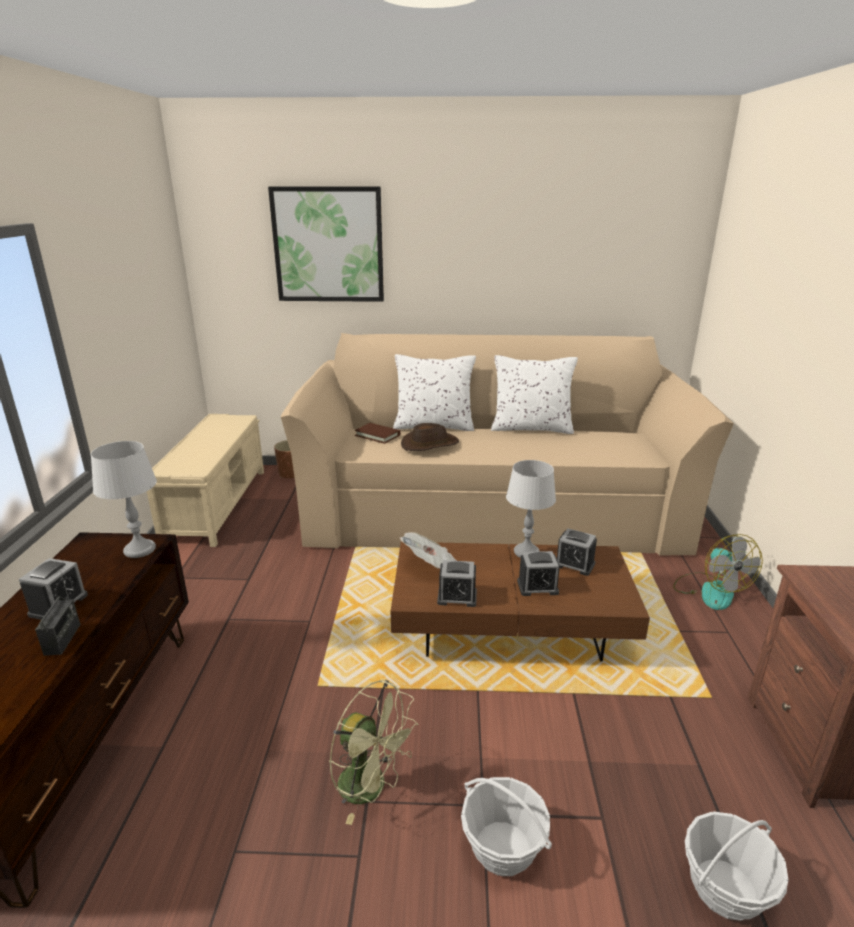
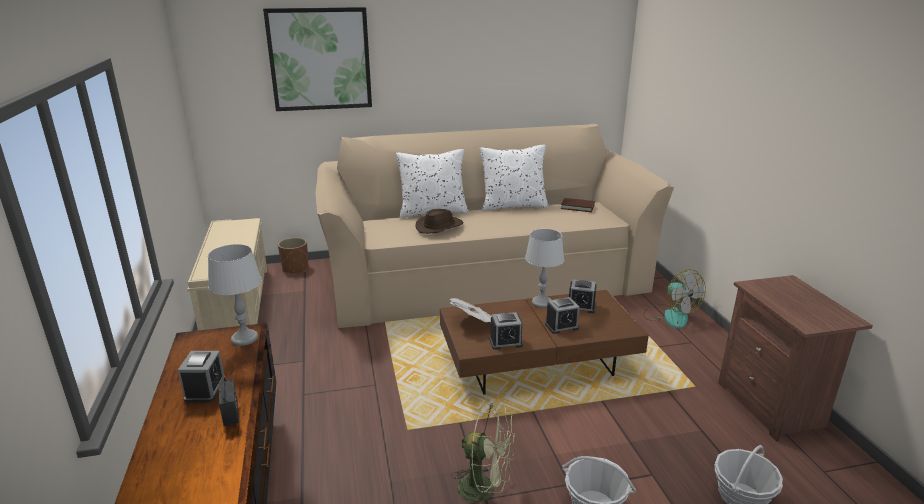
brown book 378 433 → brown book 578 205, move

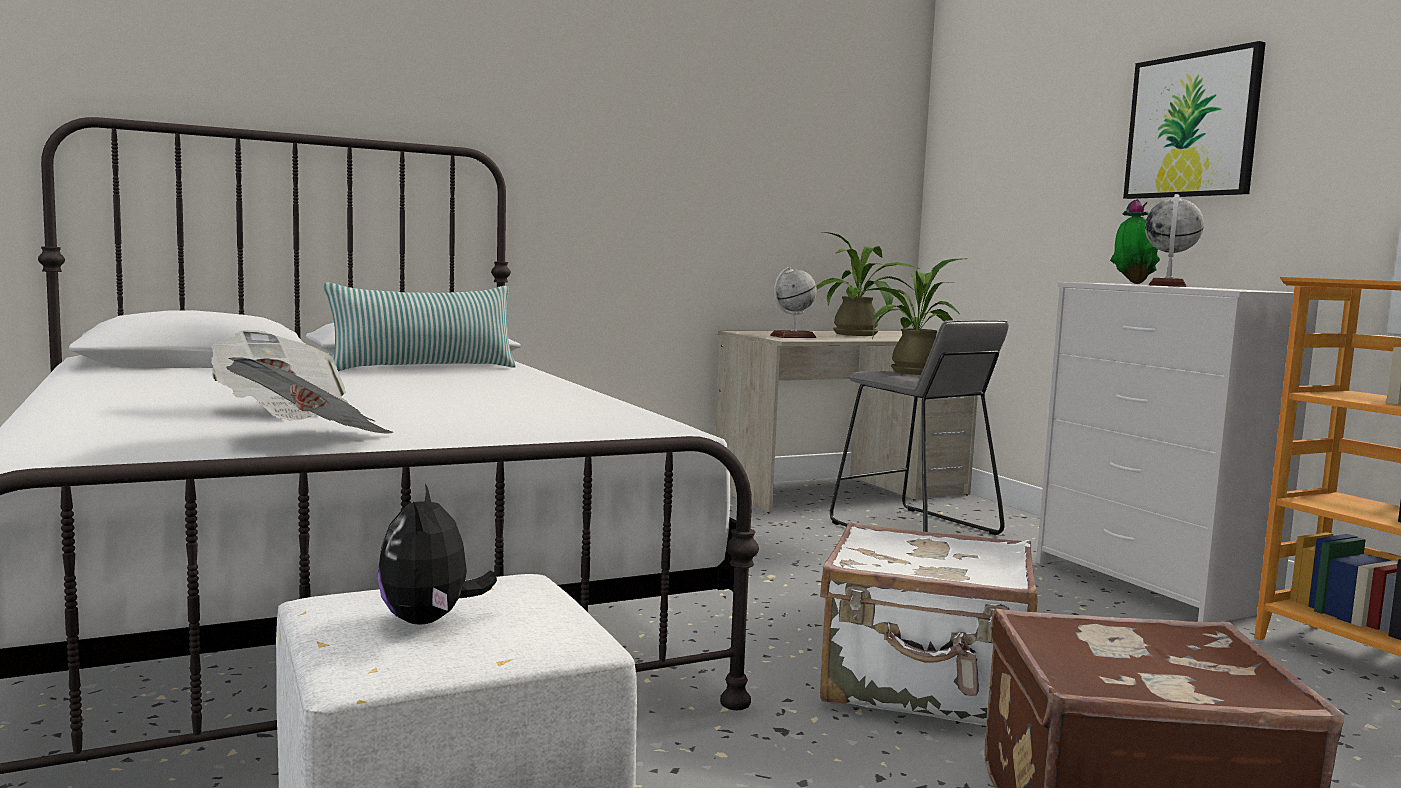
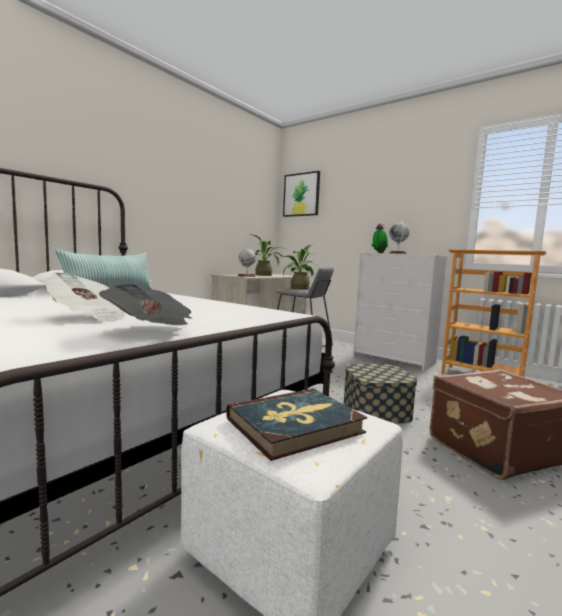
picture 1194 120 → picture 301 194, move
plush toy 437 554 → book 296 425
white suitcase 928 624 → storage box 380 394

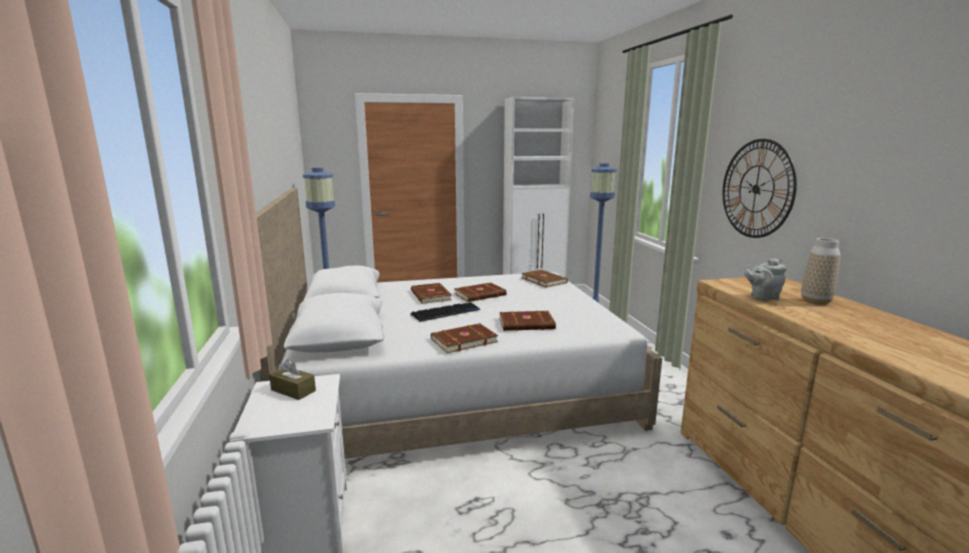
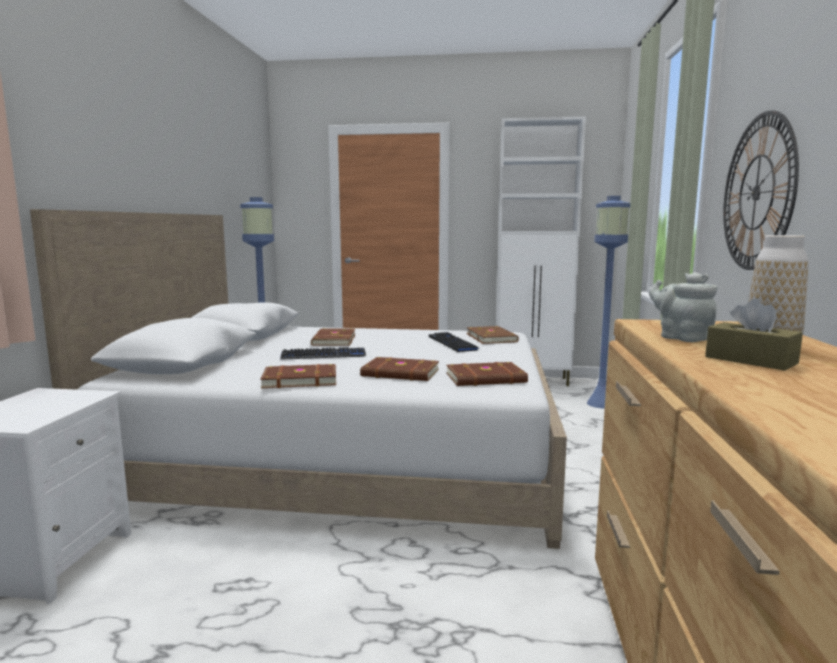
grey teapot 765 279 → grey teapot 683 307, 45 degrees clockwise
brown book 480 292 → brown book 487 374, move
brown tissue box 292 379 → brown tissue box 754 334, move
- → keyboard 455 342

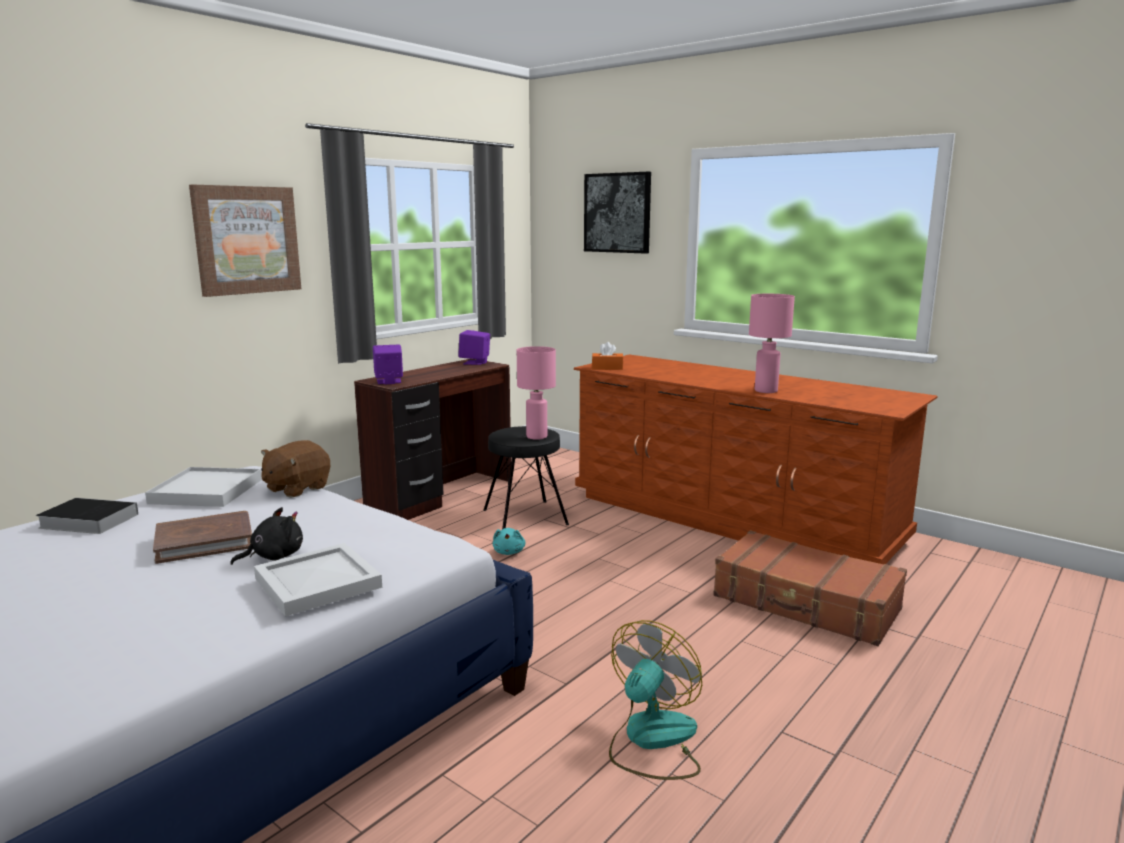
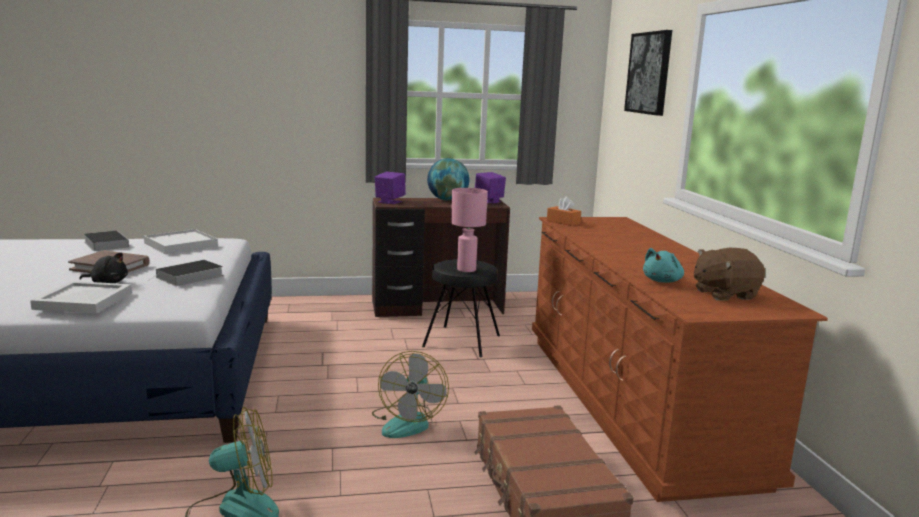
picture 245 241 → -
pink table lamp 772 343 → -
brown plush toy 295 469 → brown plush toy 729 274, move
turquoise plush toy 509 541 → turquoise plush toy 663 265, move
- → globe 448 179
- → book 185 273
- → fan 410 394

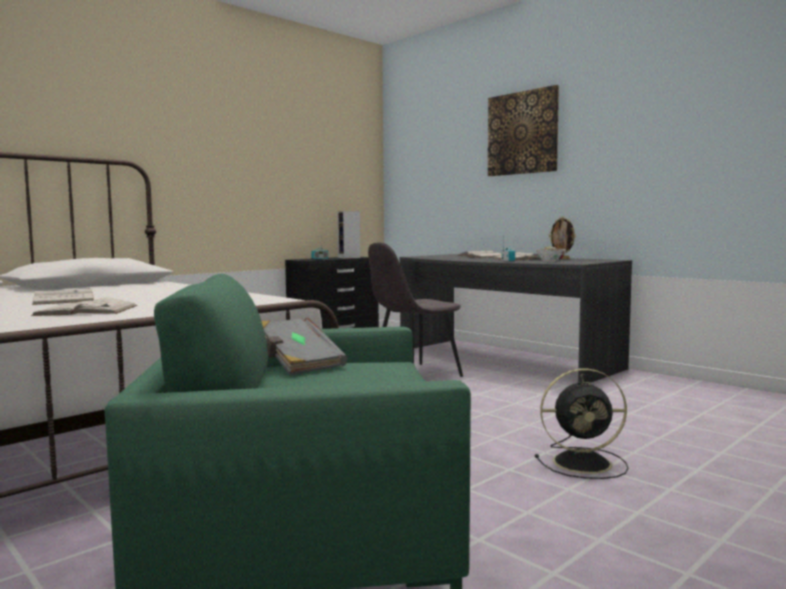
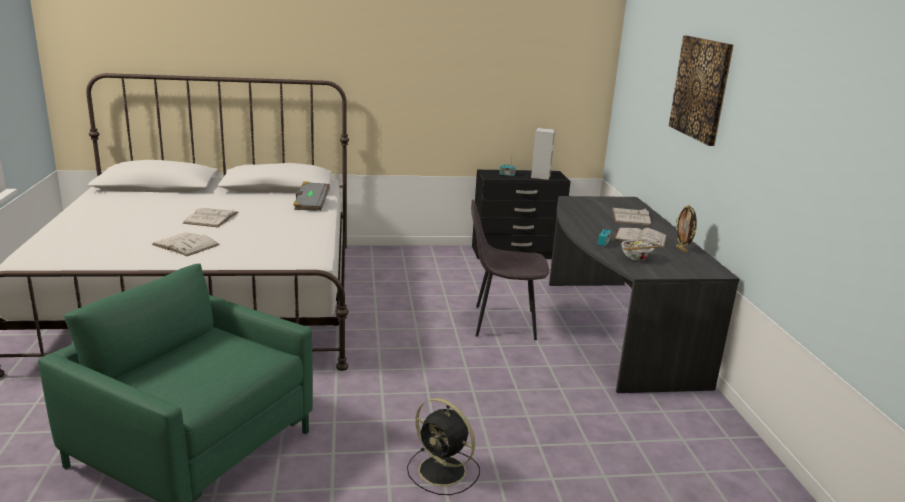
grey book 304 346 → grey book 311 196, move

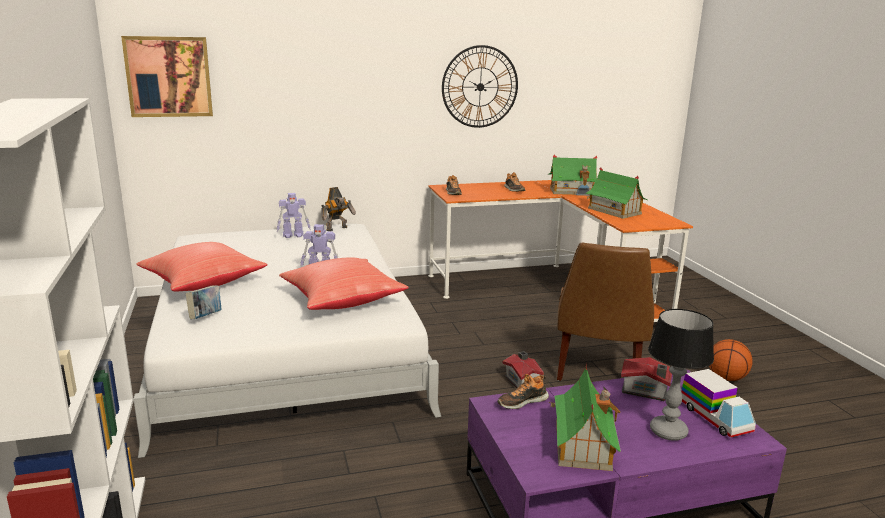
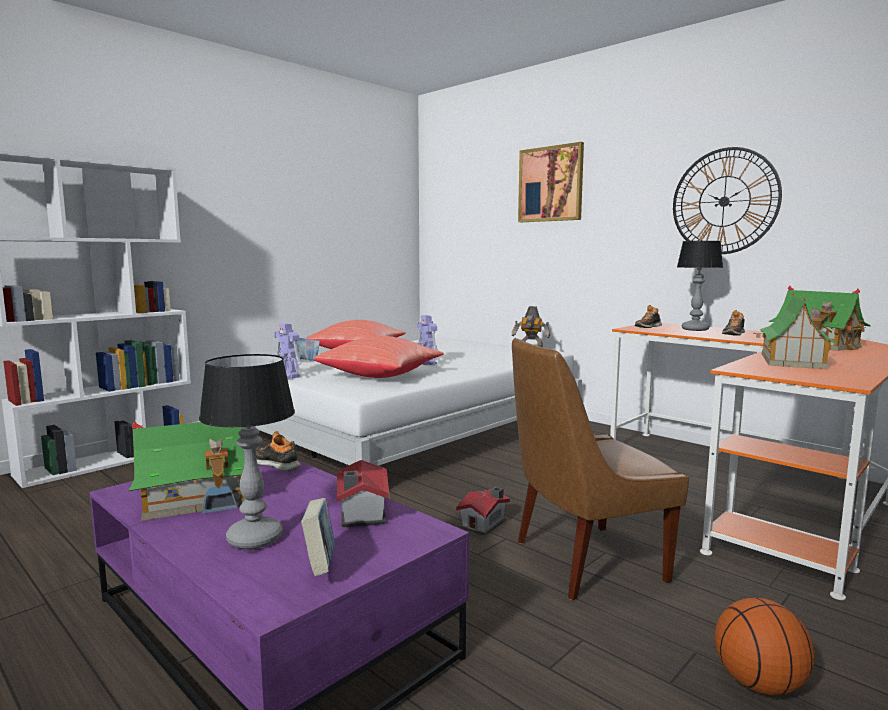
picture 167 76 → picture 551 182, move
toy robot 294 215 → toy robot 287 351, move
toy truck 718 403 → book 318 537
- → table lamp 700 286

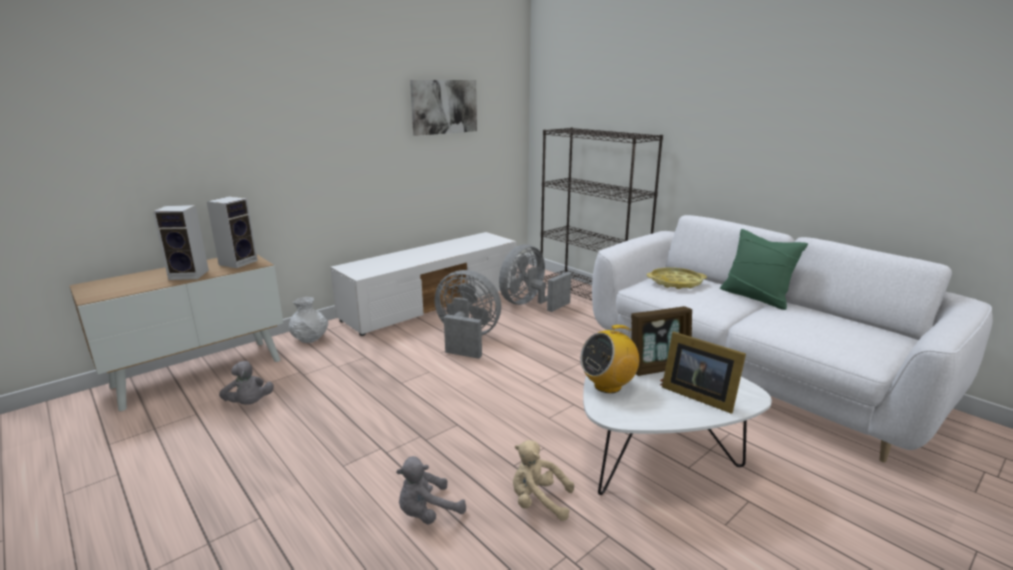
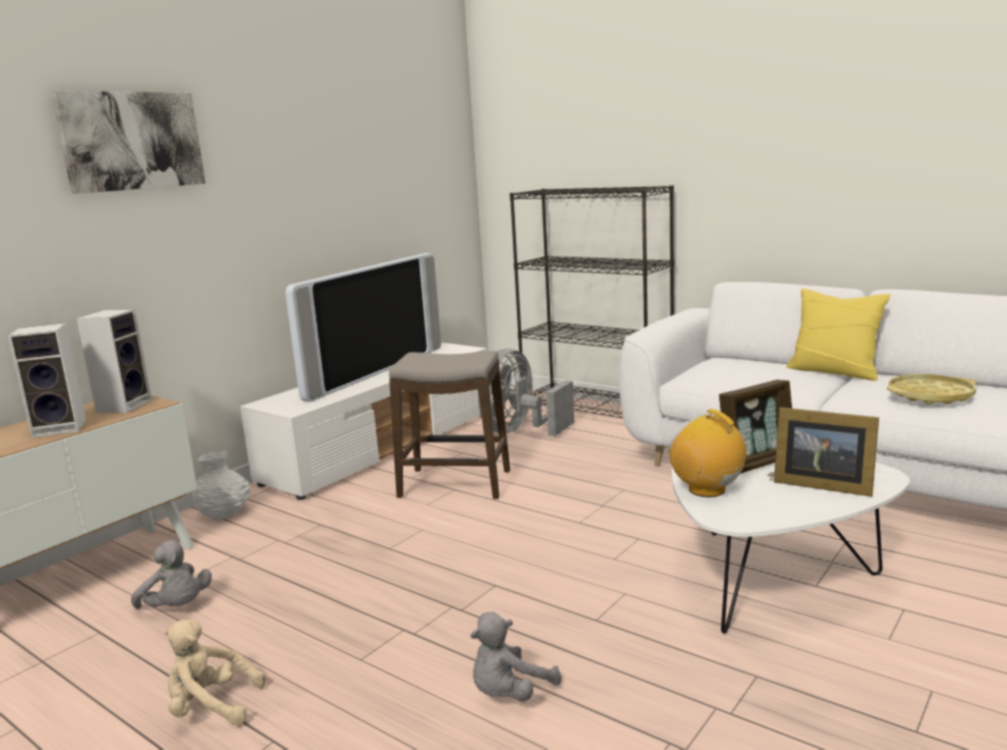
picture 443 108 → picture 128 142, move
green pillow 764 269 → yellow pillow 838 334
yellow tray 676 278 → yellow tray 932 389, move
grey fan 468 314 → stool 449 425
radio 609 359 → radio 711 453, 90 degrees clockwise
beige plush toy 543 480 → beige plush toy 215 672, move
- → television 363 327

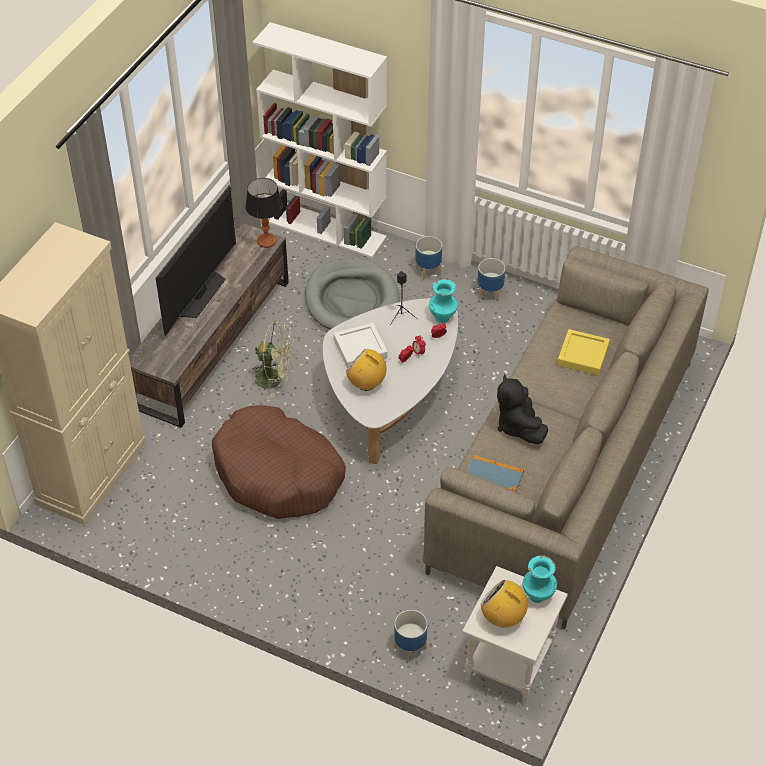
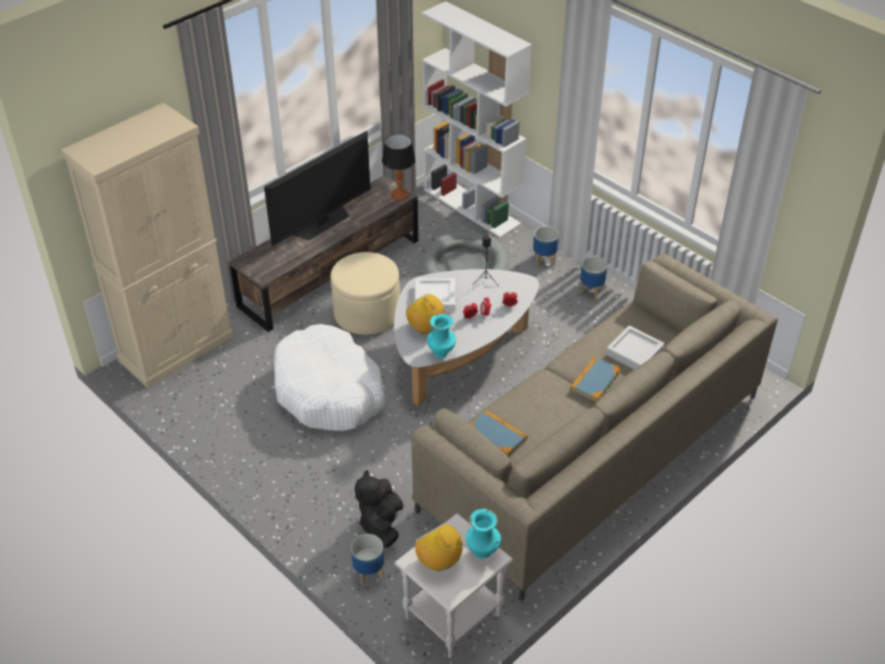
turquoise vase 443 301 → turquoise vase 441 335, move
green fan 272 359 → beige ottoman 365 293
yellow tray 583 352 → grey tray 635 347
black plush toy 522 409 → black plush toy 379 509, move
brown dog bed 279 462 → white dog bed 329 377
- → book 595 379

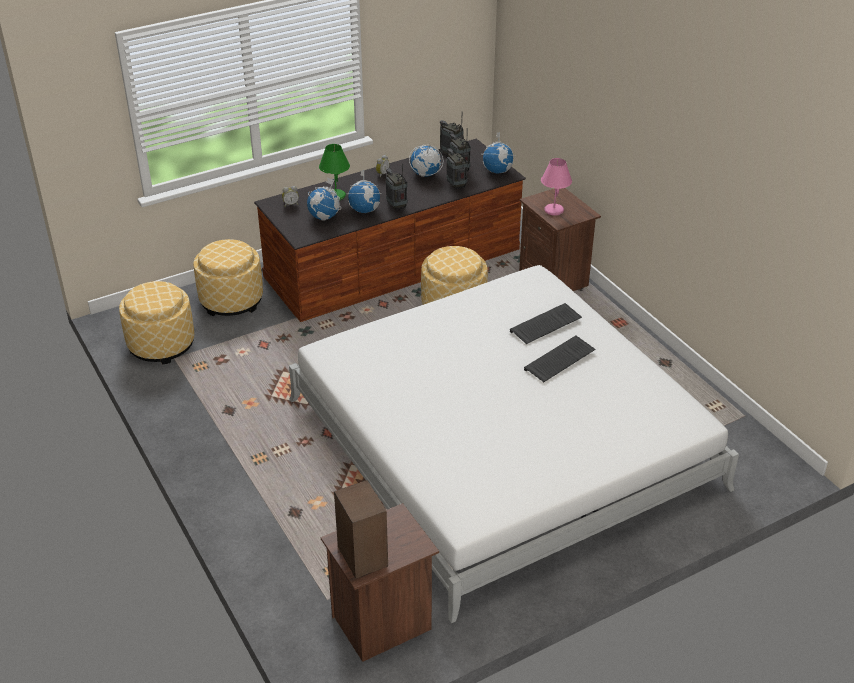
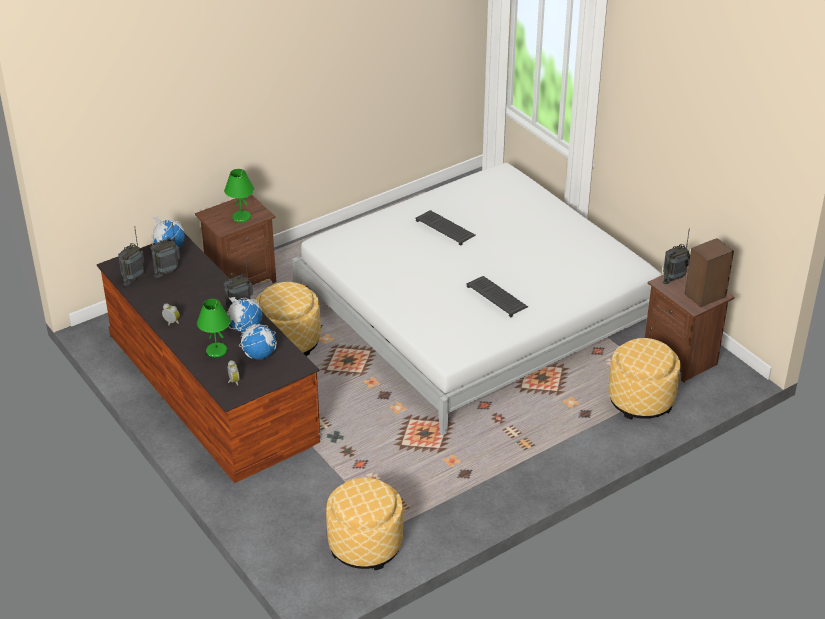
radio 457 166 → radio 676 256, move
globe 426 160 → -
pink table lamp 556 187 → green table lamp 239 196
ottoman 228 277 → ottoman 644 379, move
keyboard 546 323 → keyboard 497 296, move

